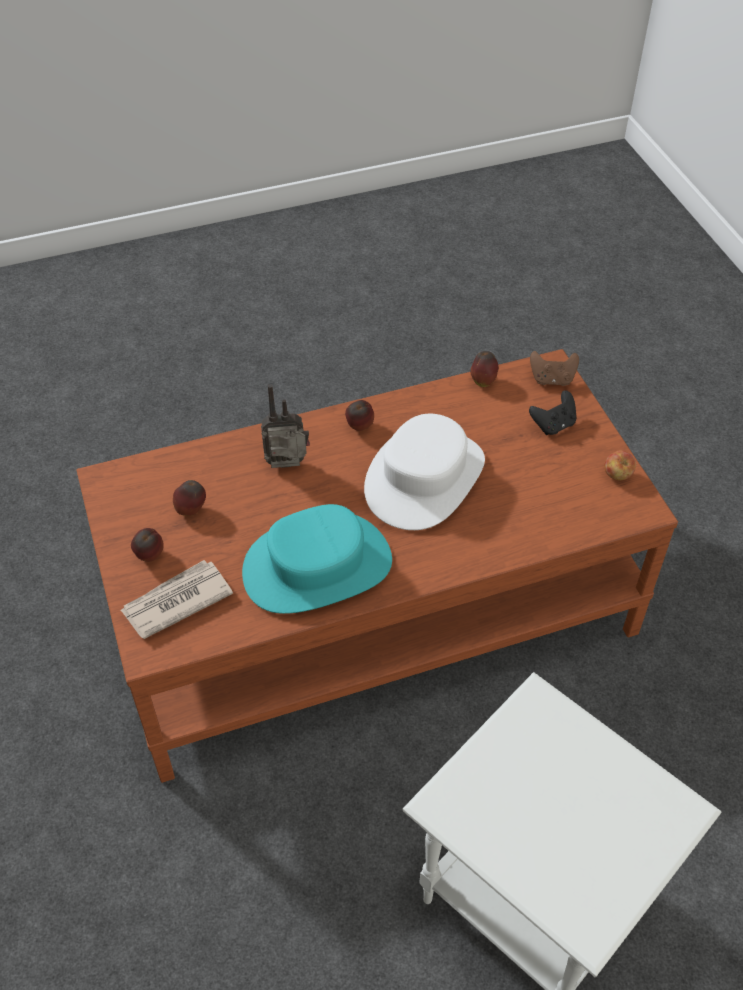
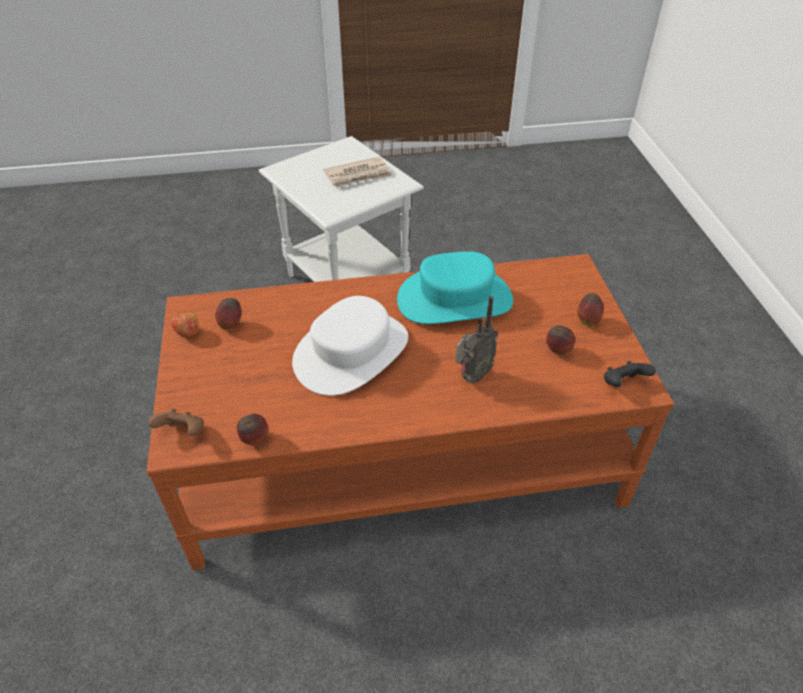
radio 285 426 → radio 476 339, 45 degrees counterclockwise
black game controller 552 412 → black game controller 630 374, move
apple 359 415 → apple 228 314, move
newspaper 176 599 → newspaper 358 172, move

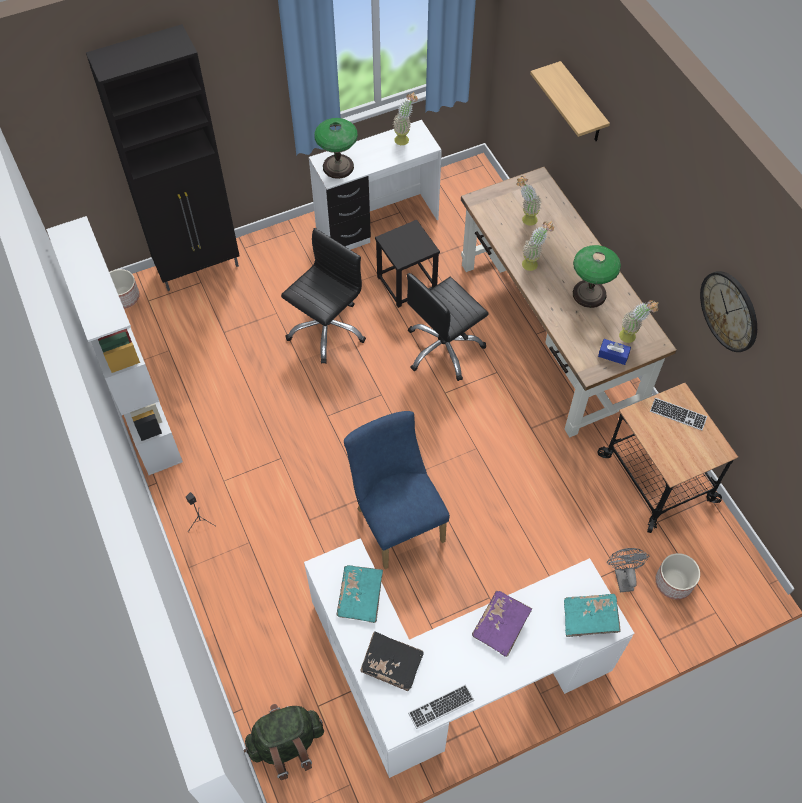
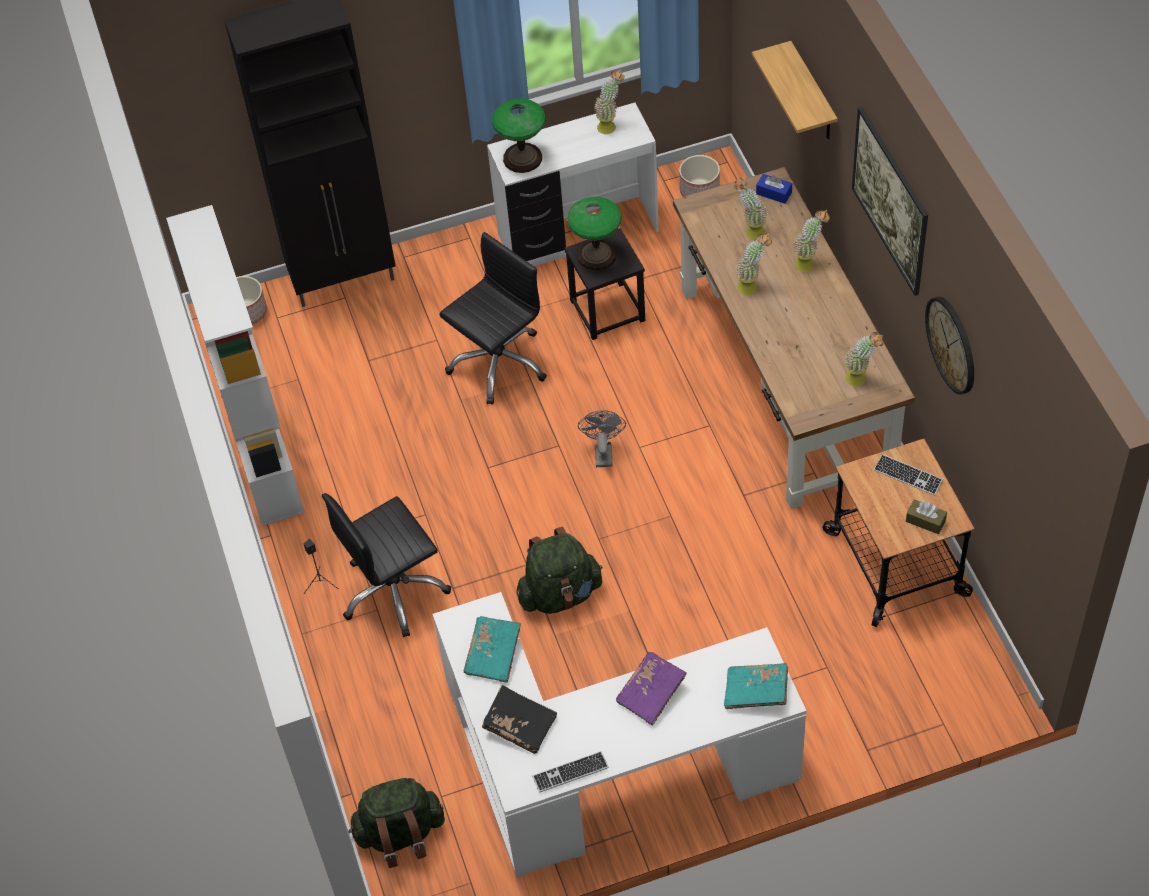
table lamp 597 276 → table lamp 594 234, move
black office chair 448 327 → black office chair 386 565, move
blue tissue box 614 352 → blue tissue box 774 189, move
blue chair 397 490 → green backpack 560 570
grey fan 628 570 → grey fan 602 438, move
planter 677 576 → planter 699 176, move
- → picture 890 201
- → potted plant 812 241
- → brown tissue box 926 516

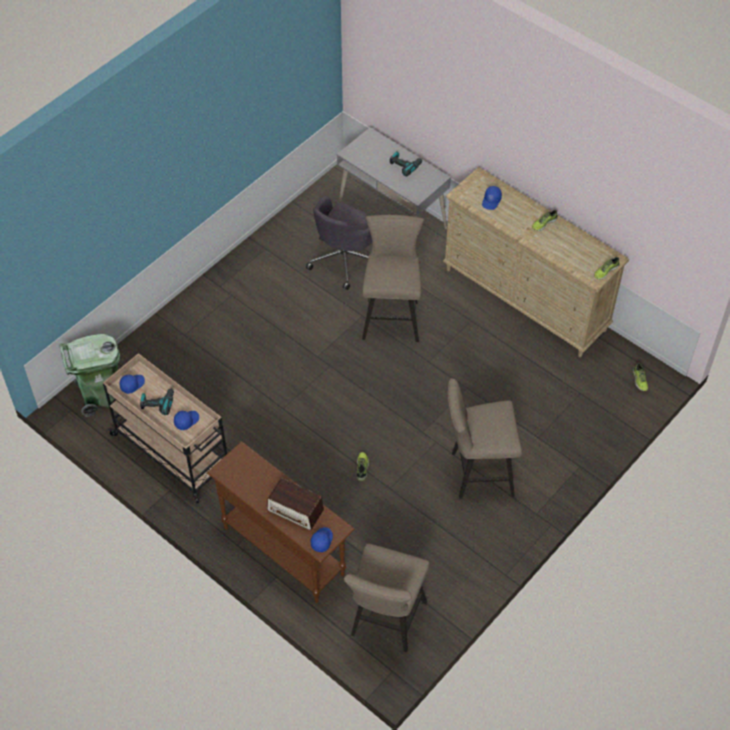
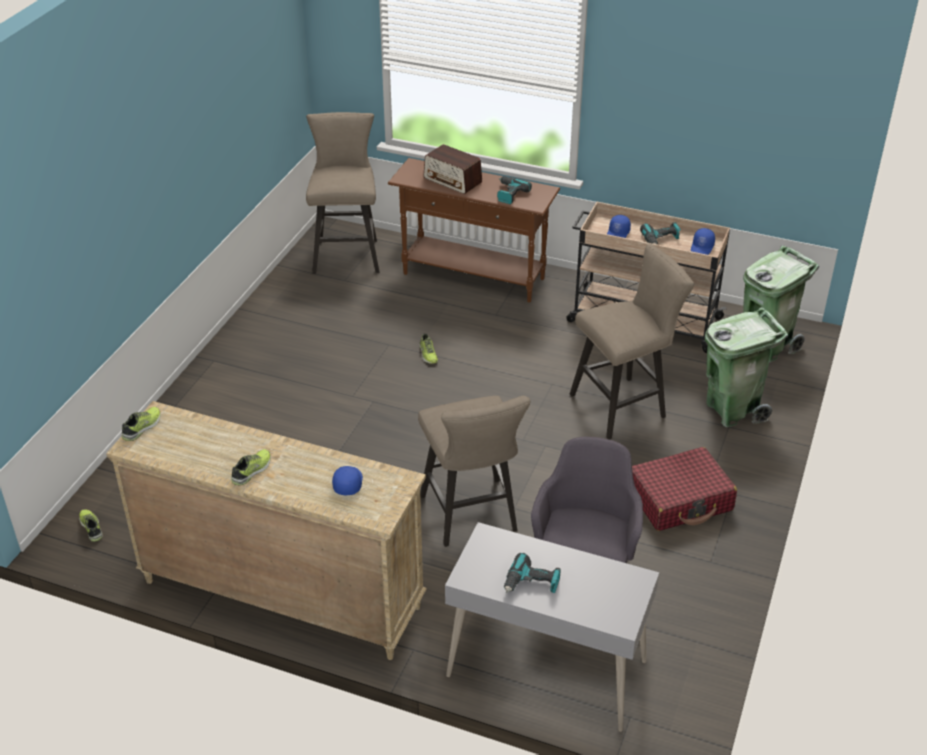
beige stool 485 438 → beige stool 632 341, move
radio 295 504 → radio 453 169, 150 degrees counterclockwise
blue cap 322 539 → -
- → power drill 514 190
- → green trash can 746 367
- → red suitcase 684 489

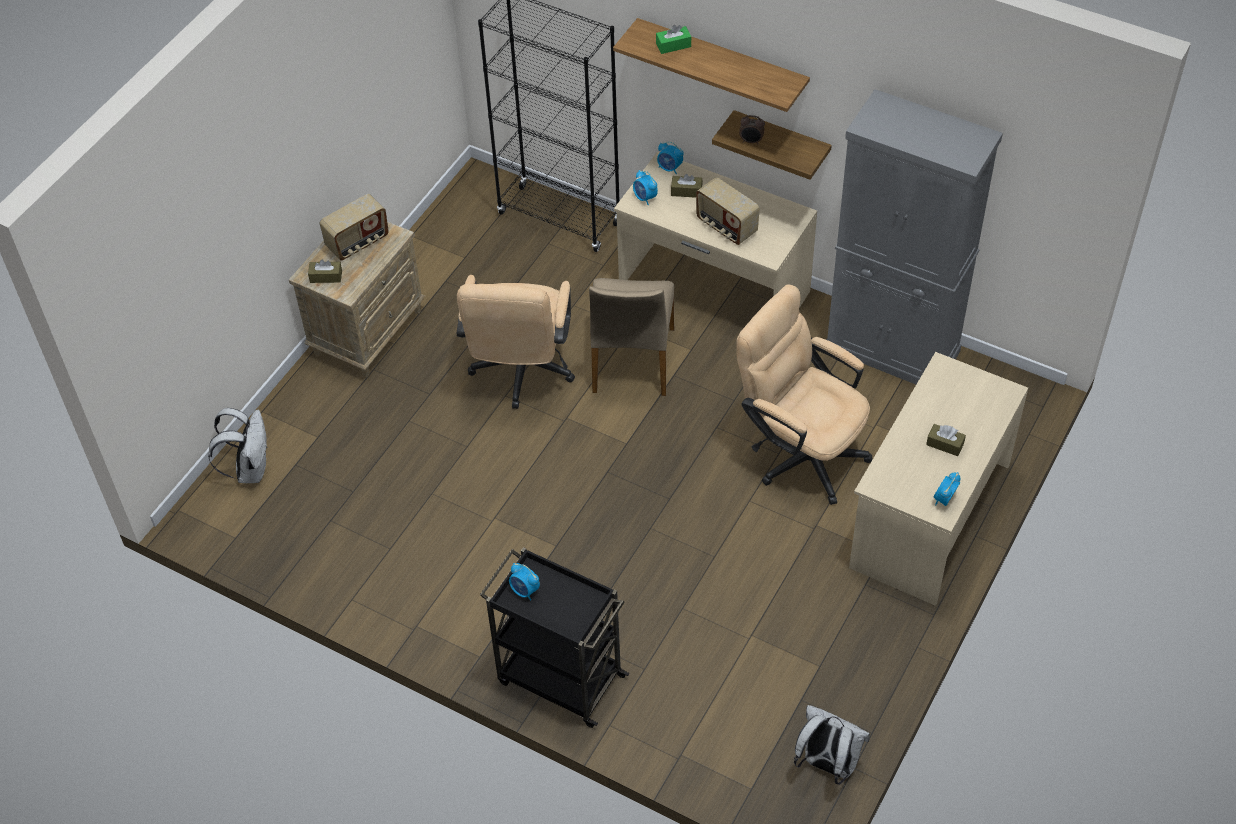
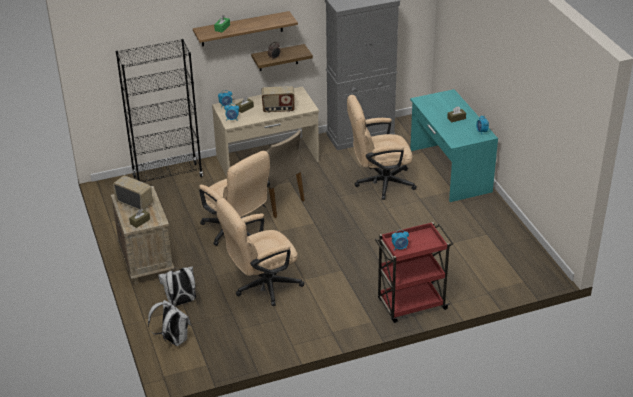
radio 354 227 → radio 133 192, 60 degrees counterclockwise
beige desk 938 479 → turquoise desk 454 145
black cart 554 637 → red cart 414 272
white backpack 832 745 → white backpack 177 286, move
- → beige office chair 260 252

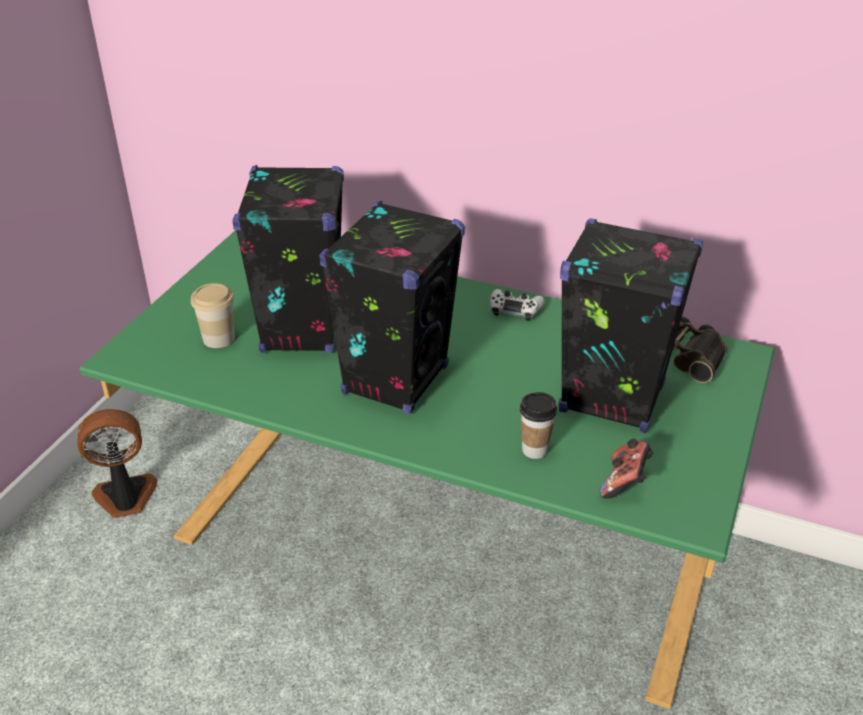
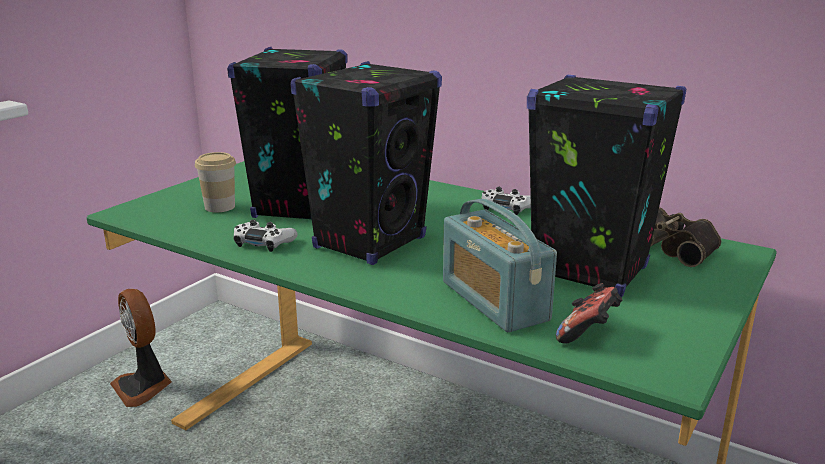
cup 538 425 → radio 500 265
fan 117 463 → fan 141 348, 120 degrees counterclockwise
- → white game controller 265 236

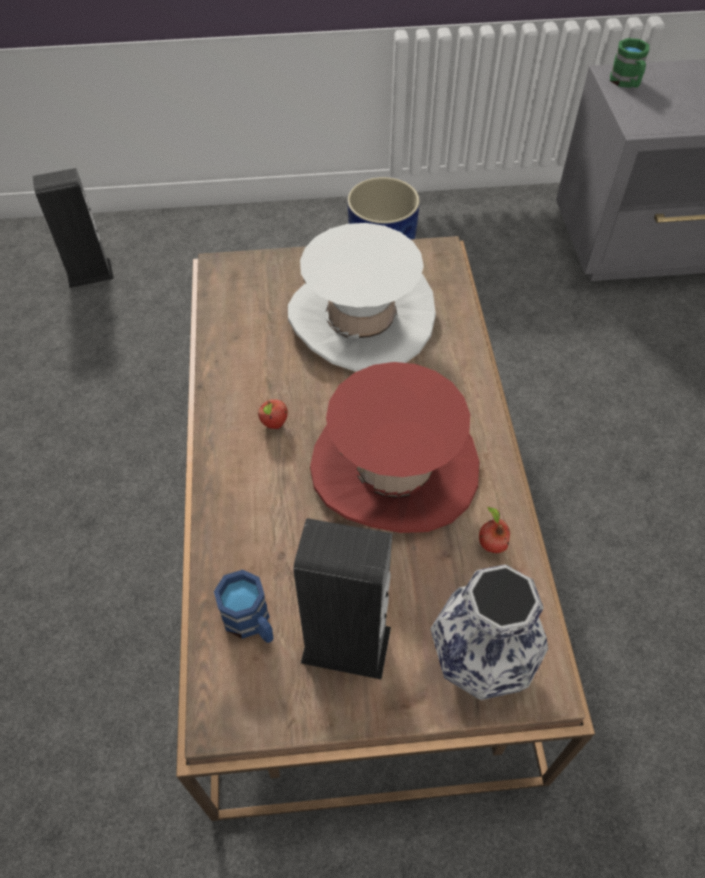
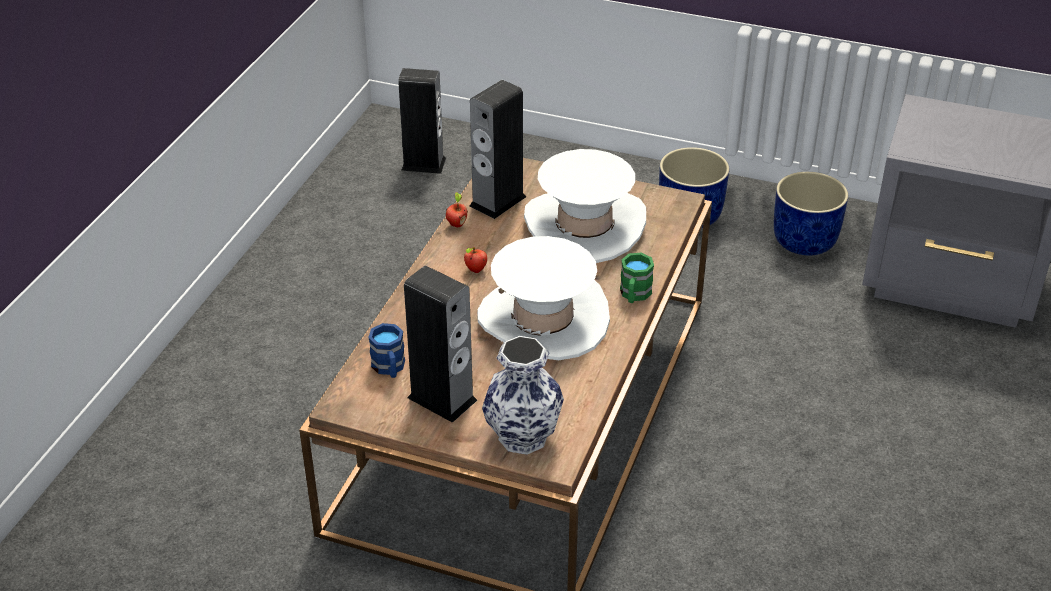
green mug 629 63 → green mug 637 278, move
red hat 394 447 → white hat 543 298
apple 494 529 → apple 457 209, move
- → speaker 498 149
- → blue planter 811 213

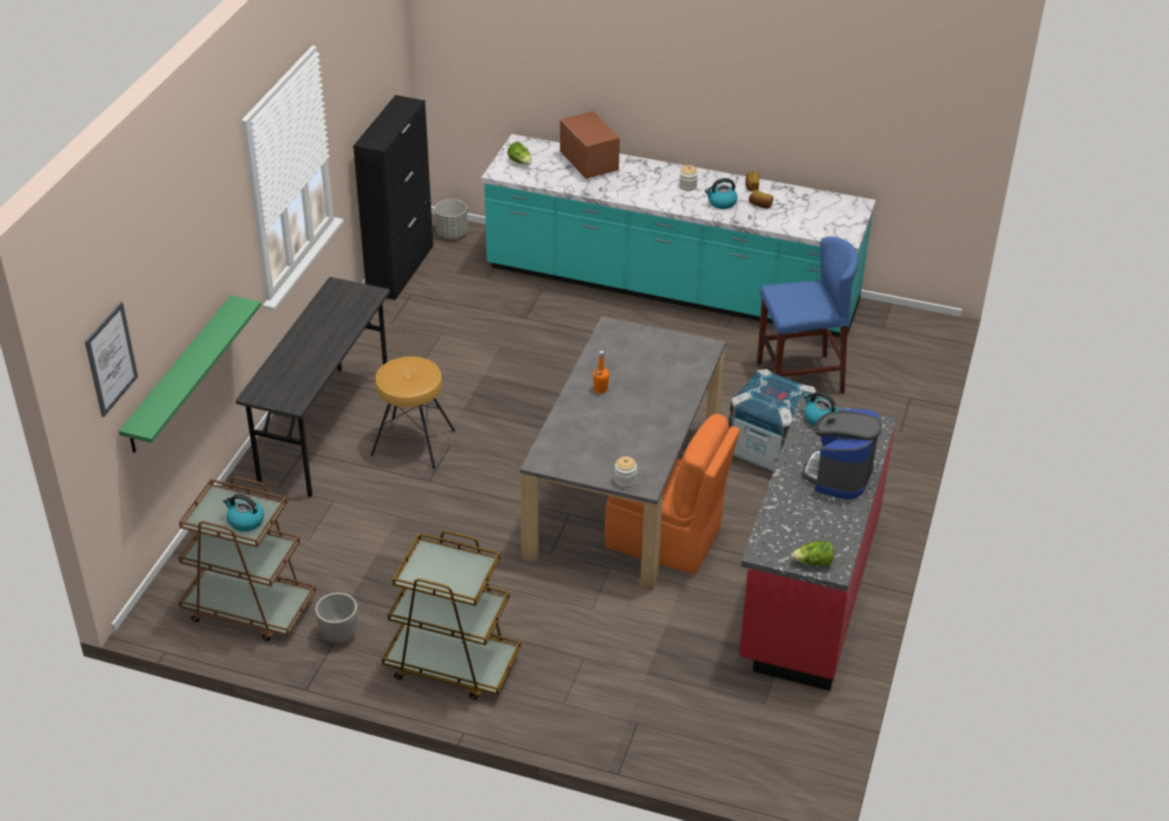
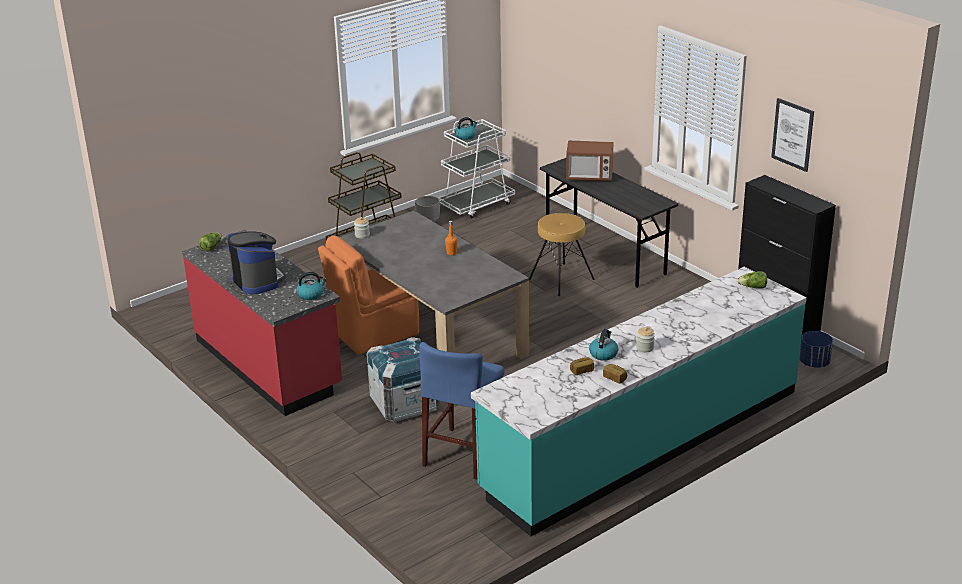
microwave 590 145 → microwave 589 161, move
grey planter 451 218 → blue planter 816 349
green shelf 190 374 → -
picture 111 359 → picture 792 135, move
brown cart 247 558 → white cart 476 168

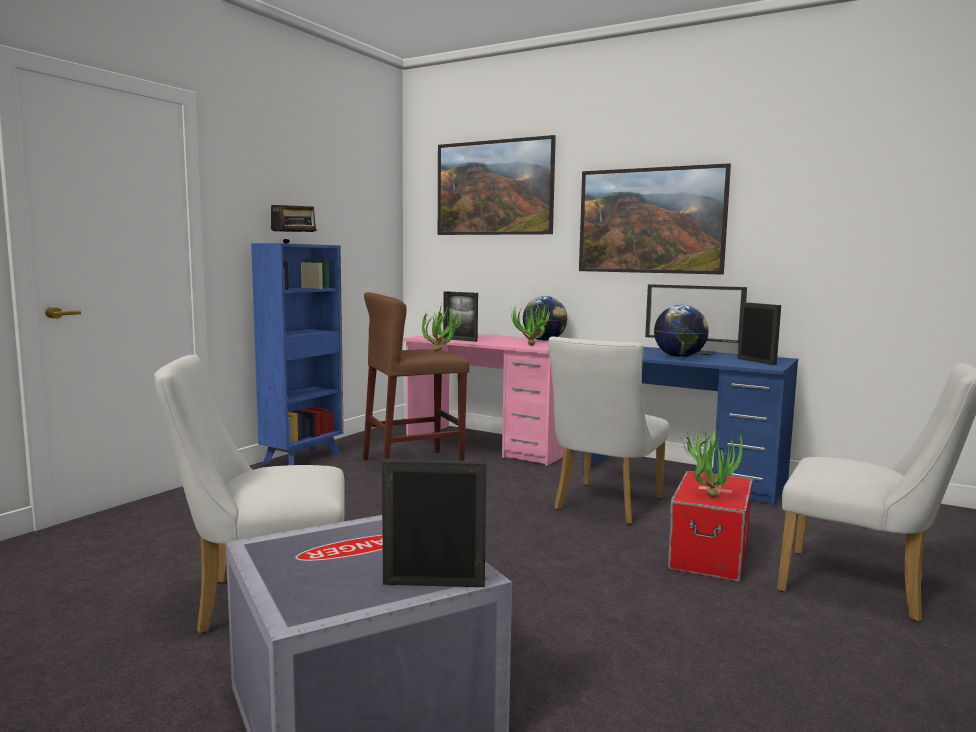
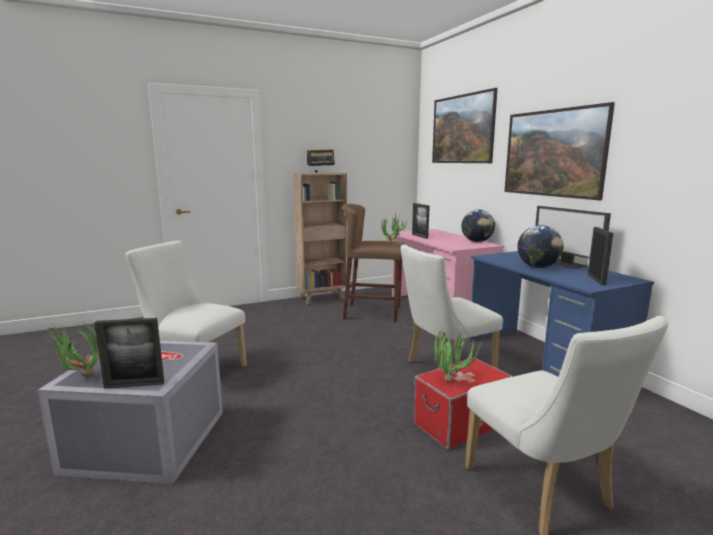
blue bookcase 297 354 → brown bookcase 320 239
potted plant 530 323 → potted plant 72 349, move
picture frame 434 523 → picture frame 129 353, 135 degrees clockwise

